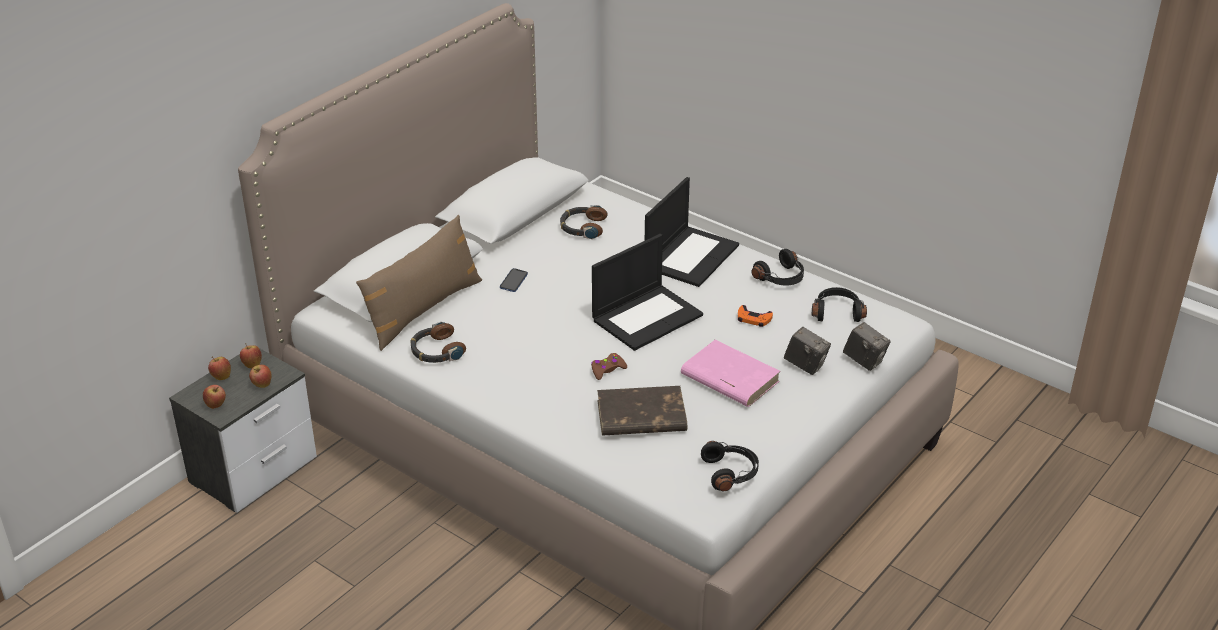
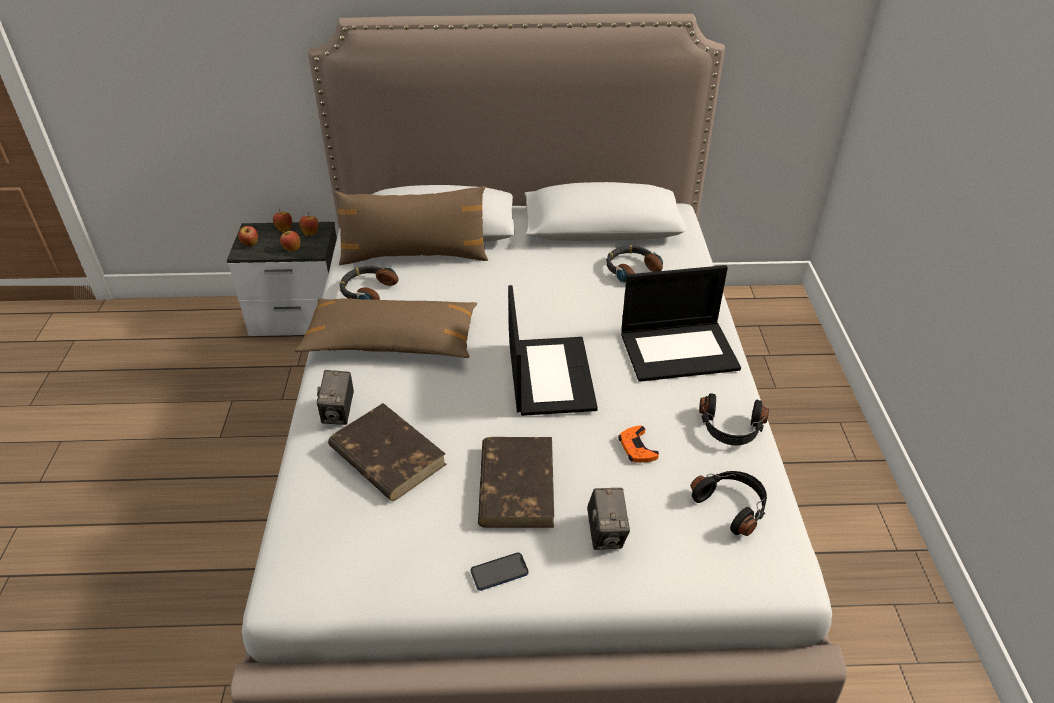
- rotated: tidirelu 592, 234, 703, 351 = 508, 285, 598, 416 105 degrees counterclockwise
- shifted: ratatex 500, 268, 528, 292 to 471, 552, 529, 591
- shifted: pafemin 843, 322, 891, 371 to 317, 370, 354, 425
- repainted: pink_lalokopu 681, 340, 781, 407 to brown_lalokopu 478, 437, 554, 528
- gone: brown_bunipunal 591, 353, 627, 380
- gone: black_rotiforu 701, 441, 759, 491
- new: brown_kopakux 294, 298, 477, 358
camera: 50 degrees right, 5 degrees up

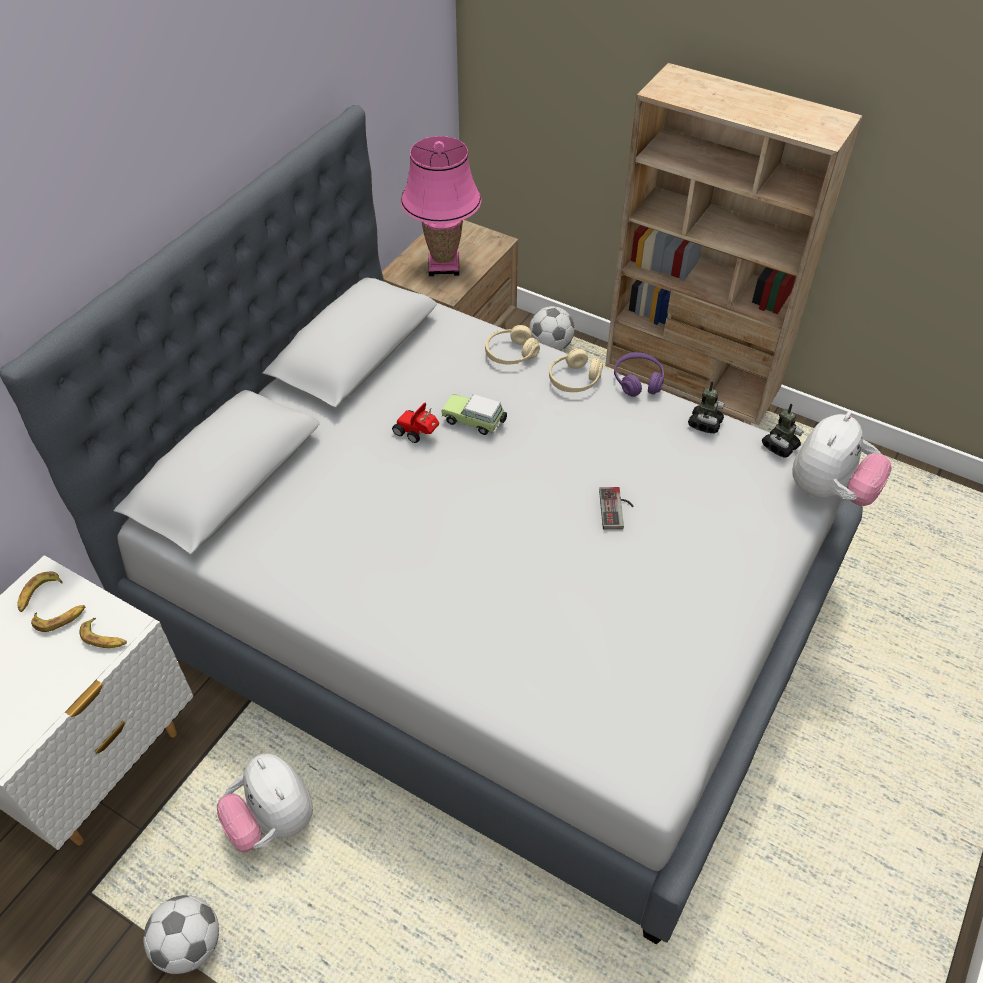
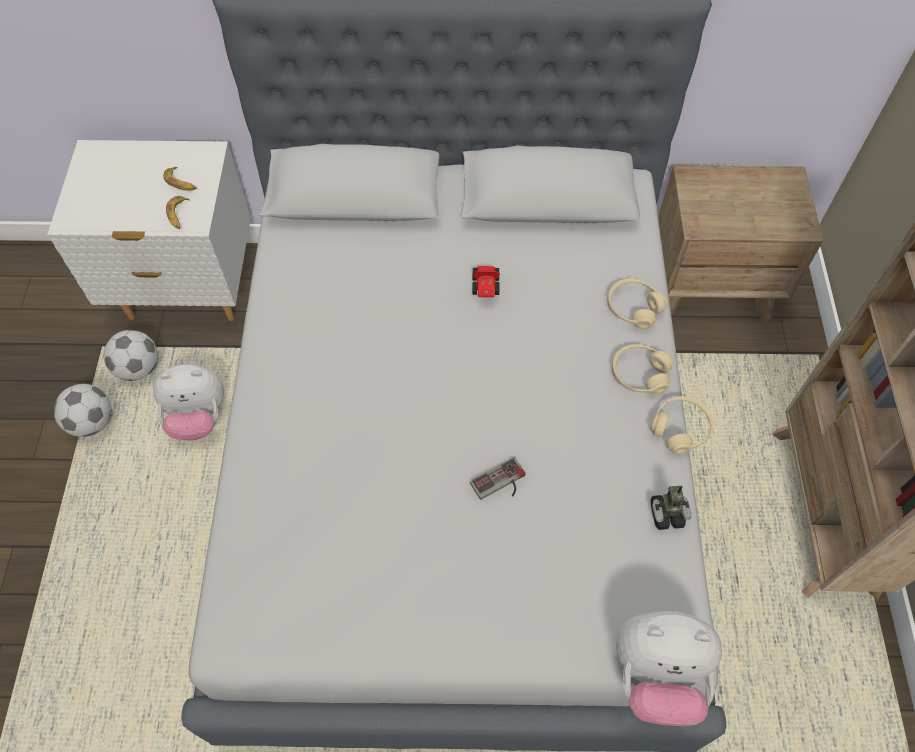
- gone: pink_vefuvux 401, 136, 482, 276
- shifted: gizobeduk 529, 306, 575, 351 to 103, 330, 158, 381
- repainted: purple_rotiforu 614, 352, 664, 397 to beige_rotiforu 650, 396, 714, 454
- gone: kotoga 441, 394, 507, 435
- gone: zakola 762, 404, 804, 458
- gone: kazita 17, 572, 62, 612
- rotated: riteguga 217, 754, 313, 852 = 153, 364, 224, 440 120 degrees counterclockwise
camera: 60 degrees right, 10 degrees up

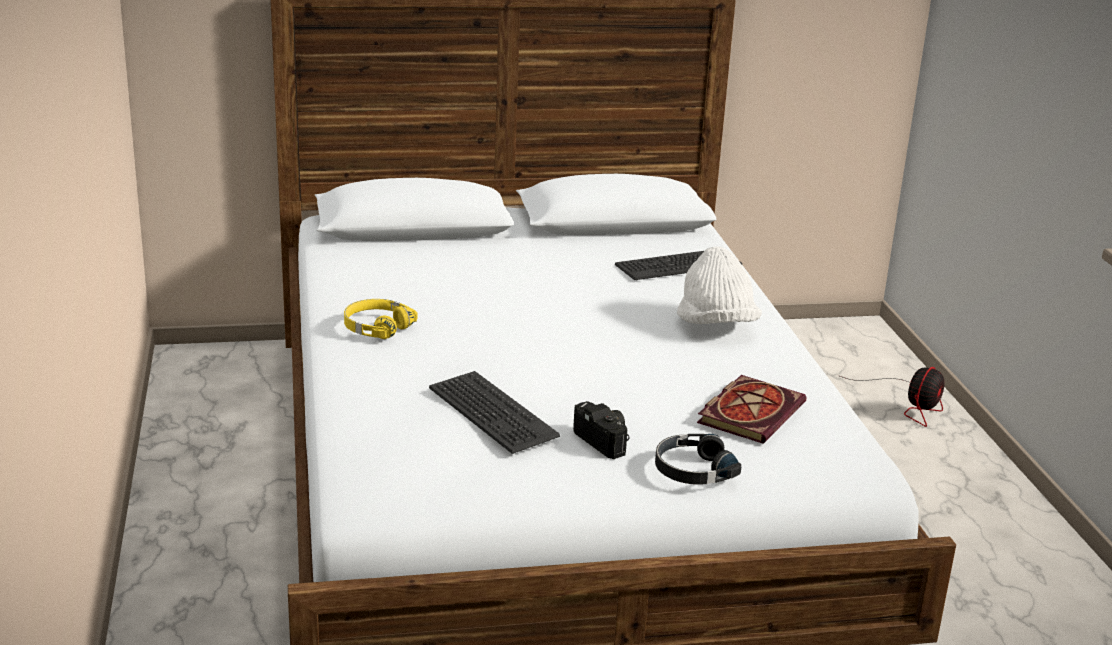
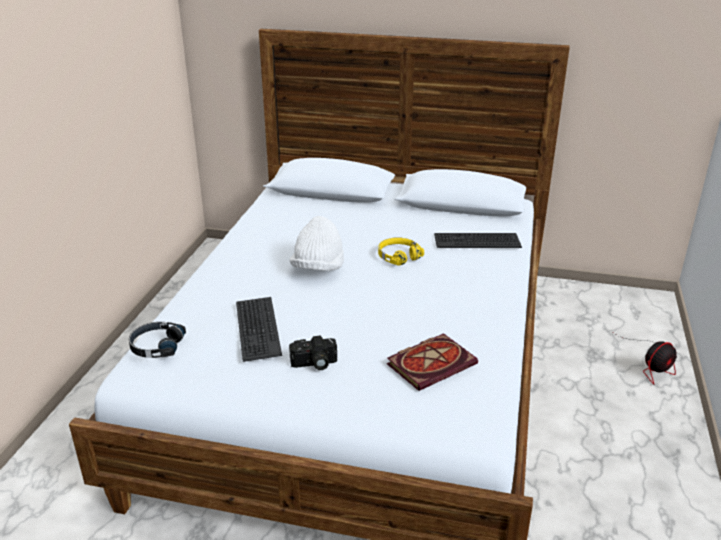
- shifted: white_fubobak 677, 246, 762, 324 to 290, 216, 344, 271
- shifted: yellow_rotiforu 344, 299, 418, 339 to 378, 237, 424, 266
- rotated: pafemin 573, 401, 630, 459 = 289, 336, 337, 370 90 degrees clockwise
- shifted: black_rotiforu 655, 434, 741, 485 to 129, 322, 186, 358
camera: 25 degrees right, 5 degrees up

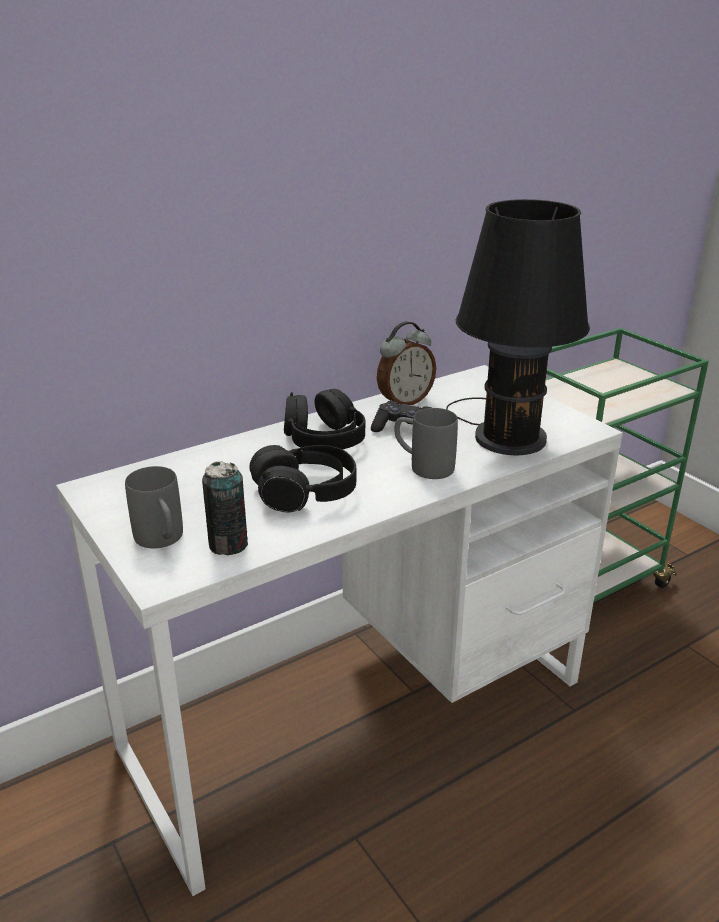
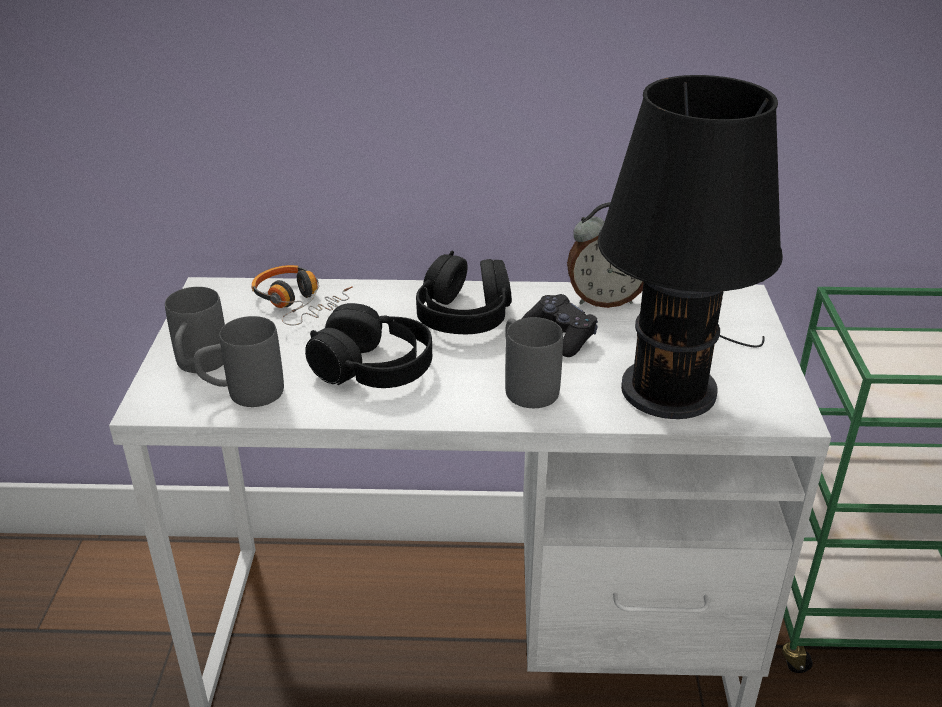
- swapped: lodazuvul 202, 461, 248, 555 to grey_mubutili 194, 316, 284, 407
- new: rotiforu 252, 265, 353, 325
camera: 35 degrees right, 5 degrees up

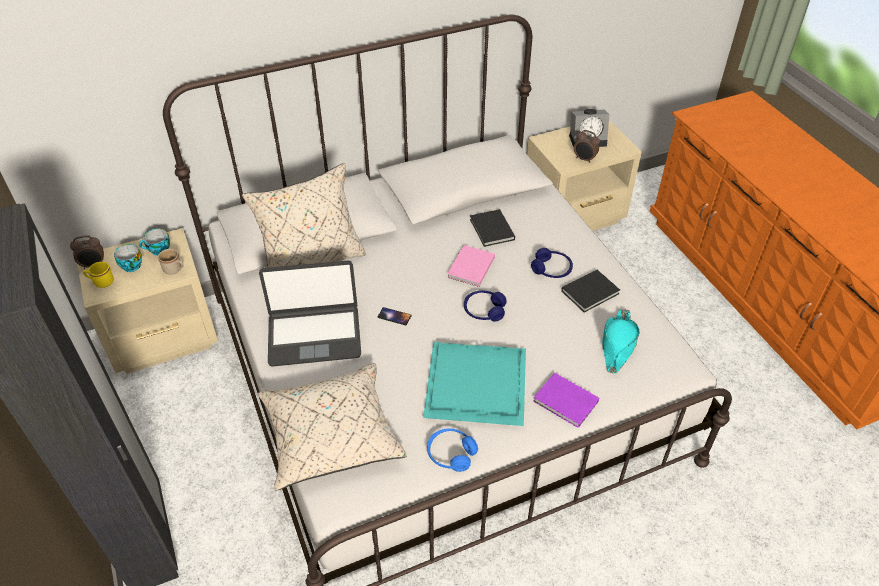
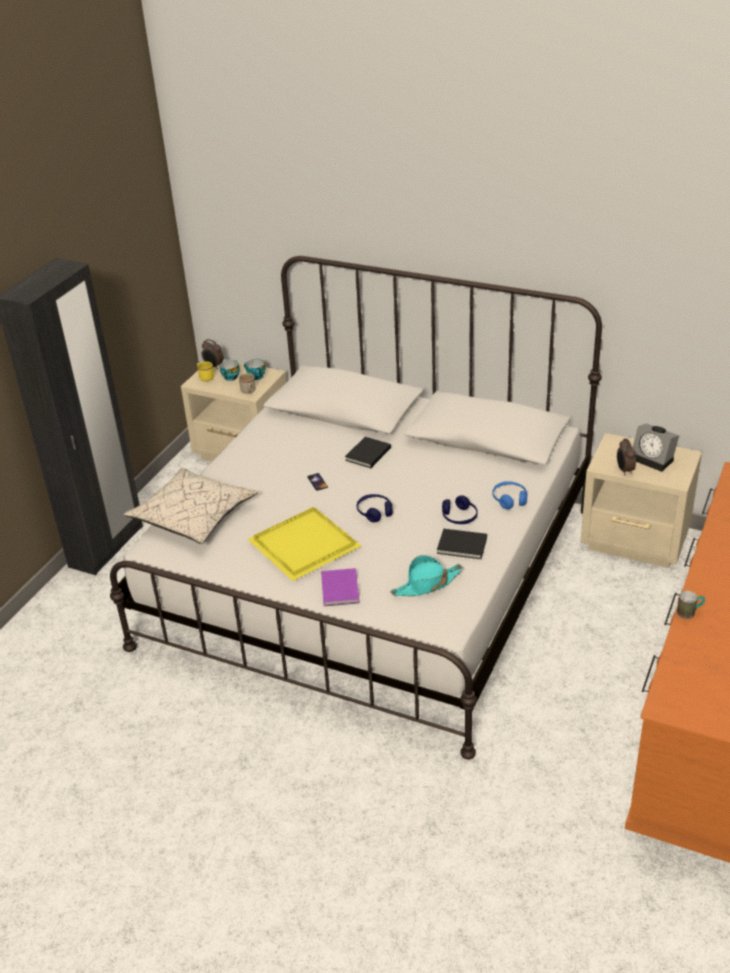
- gone: beige_kopakux 242, 163, 366, 268
- shifted: black_lalokopu 470, 209, 515, 247 to 345, 437, 391, 468
- gone: pink_lalokopu 447, 245, 495, 287
- gone: tidirelu 259, 261, 361, 367
- repainted: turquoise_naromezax 423, 342, 526, 426 to yellow_naromezax 247, 507, 361, 581
- shifted: blue_rotiforu 427, 429, 478, 472 to 492, 481, 527, 509
- new: mubutili 677, 591, 705, 619
camera: 50 degrees right, 10 degrees down

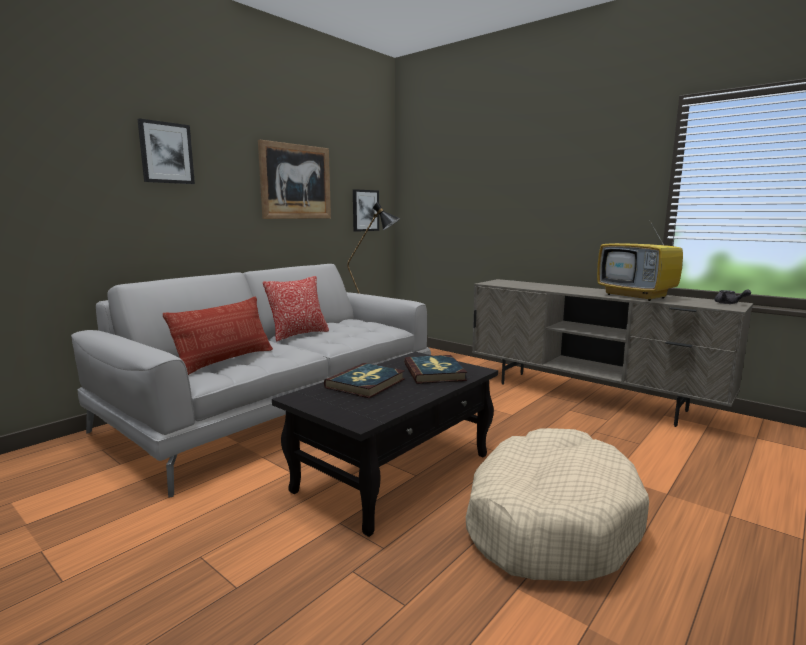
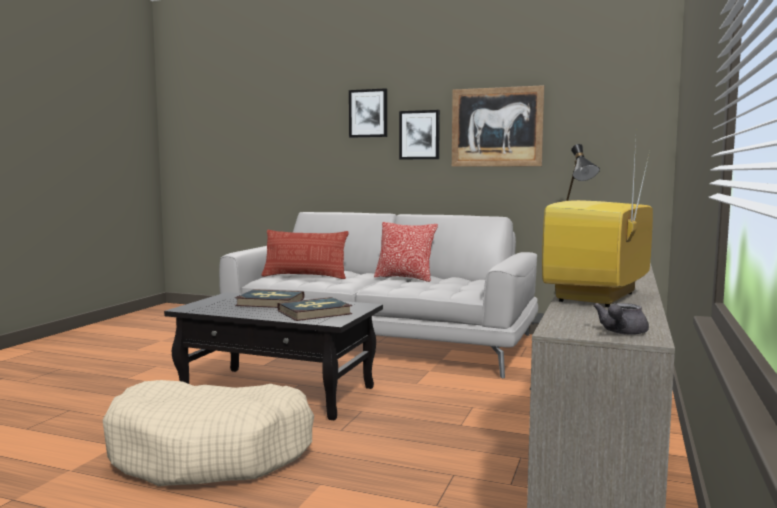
- shifted: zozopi 353, 189, 379, 232 to 399, 110, 440, 160
camera: 70 degrees right, 5 degrees down

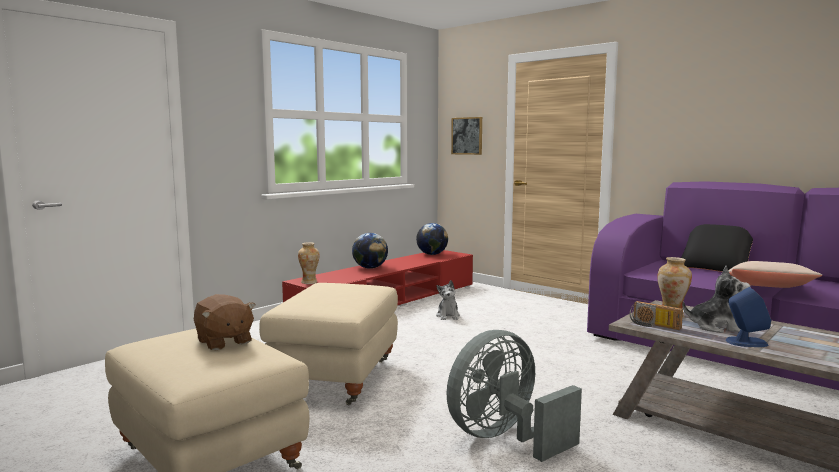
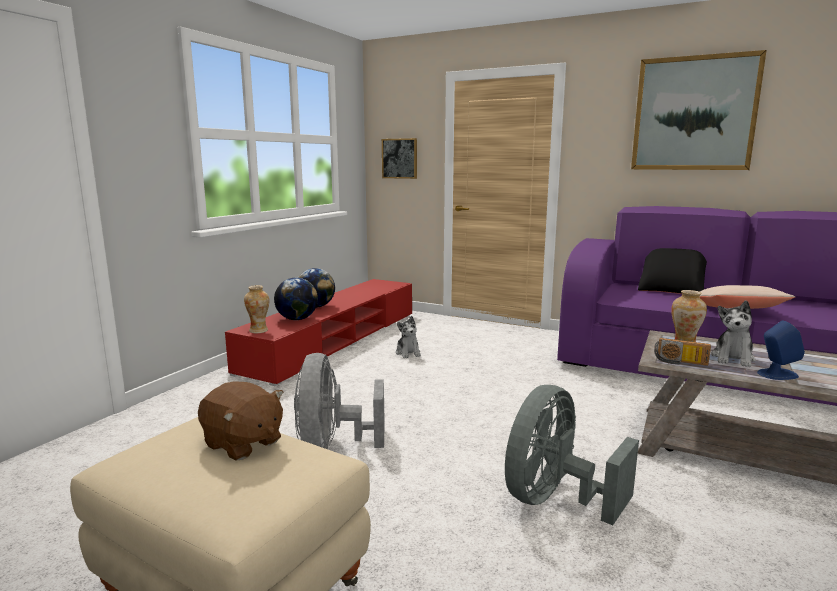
- shifted: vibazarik 416, 223, 448, 255 to 274, 278, 318, 320
- rotated: riteguga 682, 266, 750, 333 = 711, 300, 756, 367 120 degrees clockwise
- swapped: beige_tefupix 259, 283, 398, 405 to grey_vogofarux 294, 353, 385, 449
- new: zozopi 631, 50, 767, 170
camera: 15 degrees left, 5 degrees up

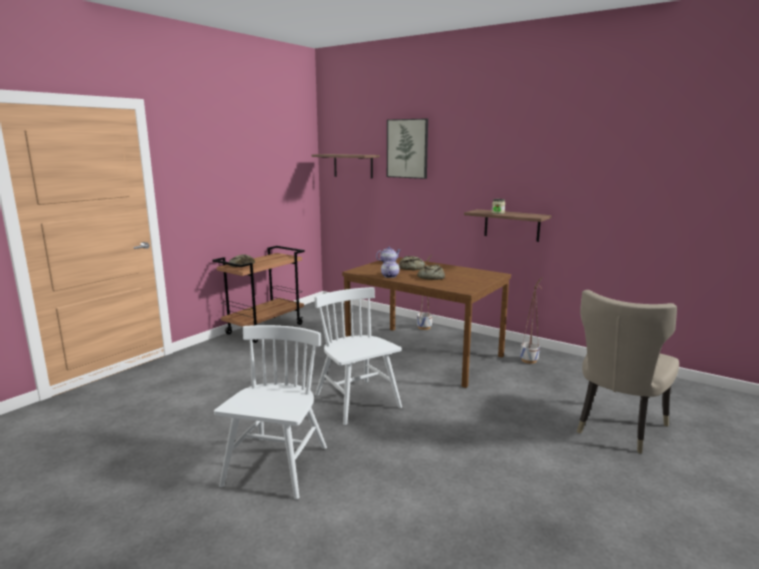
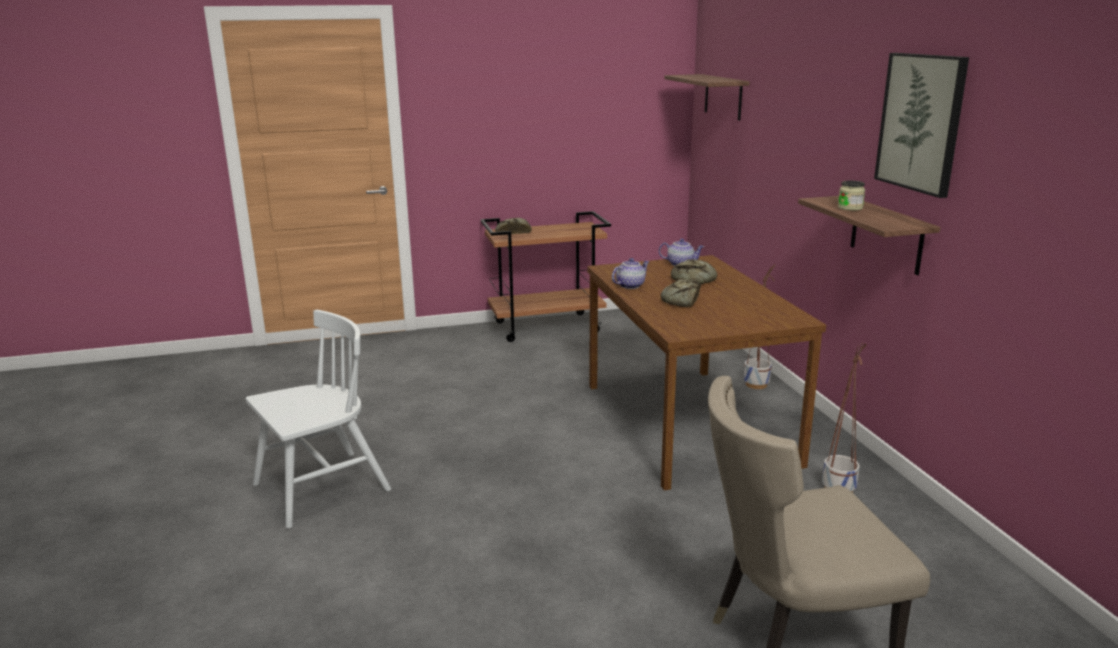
- shifted: zozopi 387, 118, 428, 179 to 874, 53, 969, 198
- gone: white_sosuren 315, 287, 402, 425
camera: 40 degrees right, 5 degrees up

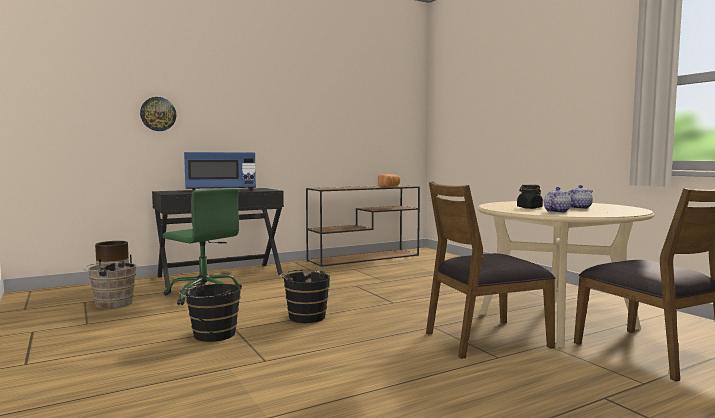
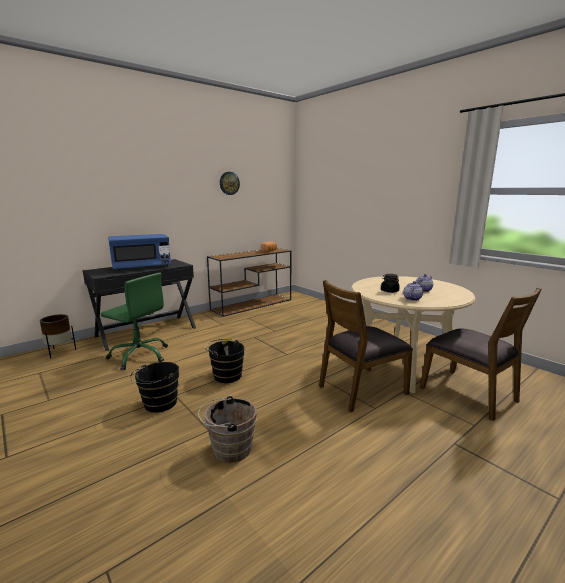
- shifted: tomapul 140, 97, 176, 131 to 220, 172, 240, 195
- shifted: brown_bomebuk 83, 260, 136, 309 to 198, 396, 257, 463
camera: 10 degrees left, 10 degrees up

